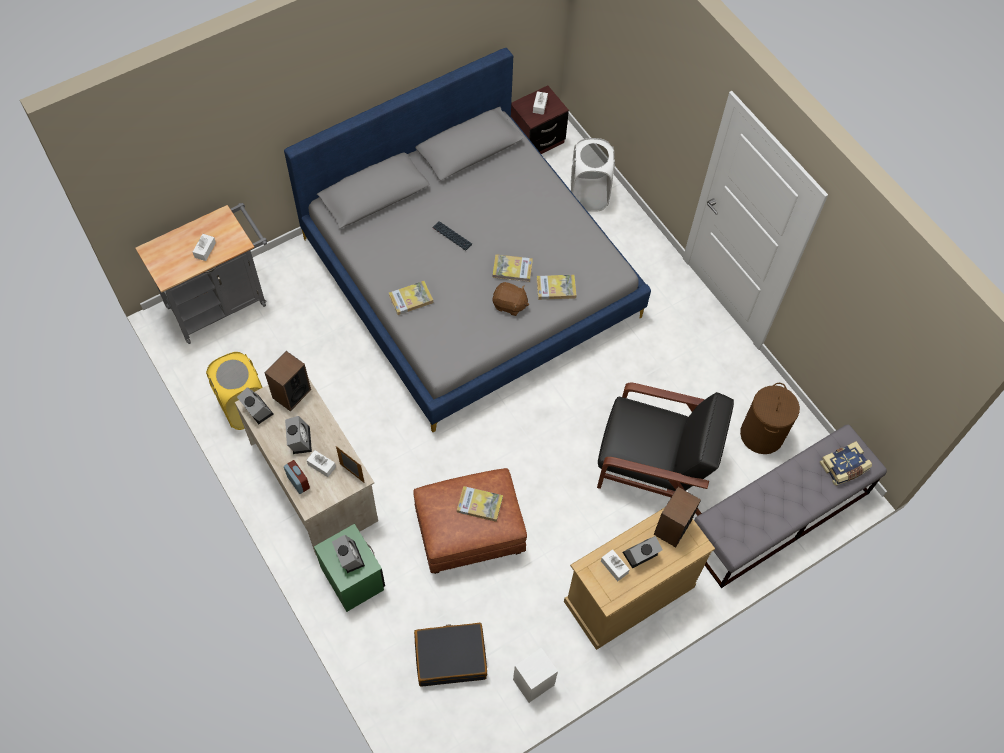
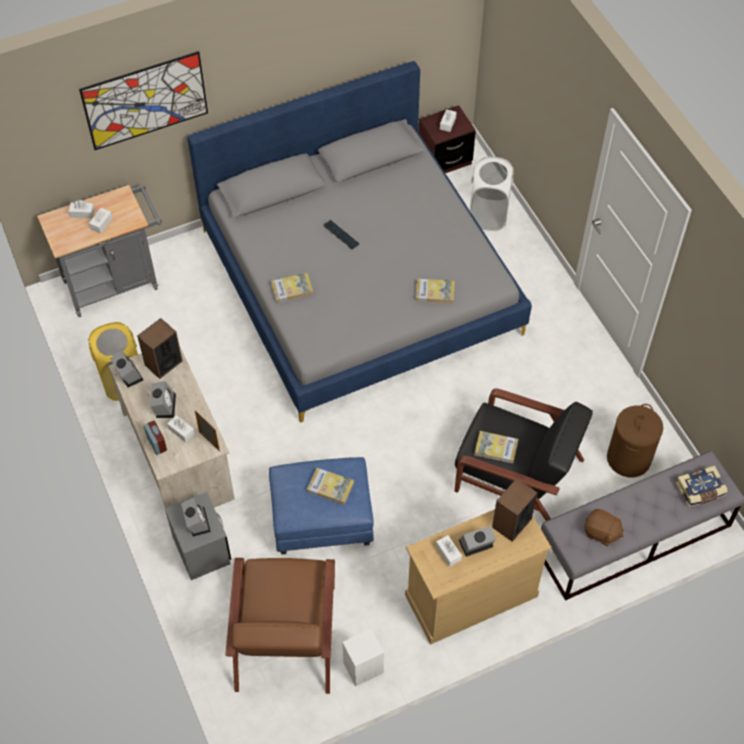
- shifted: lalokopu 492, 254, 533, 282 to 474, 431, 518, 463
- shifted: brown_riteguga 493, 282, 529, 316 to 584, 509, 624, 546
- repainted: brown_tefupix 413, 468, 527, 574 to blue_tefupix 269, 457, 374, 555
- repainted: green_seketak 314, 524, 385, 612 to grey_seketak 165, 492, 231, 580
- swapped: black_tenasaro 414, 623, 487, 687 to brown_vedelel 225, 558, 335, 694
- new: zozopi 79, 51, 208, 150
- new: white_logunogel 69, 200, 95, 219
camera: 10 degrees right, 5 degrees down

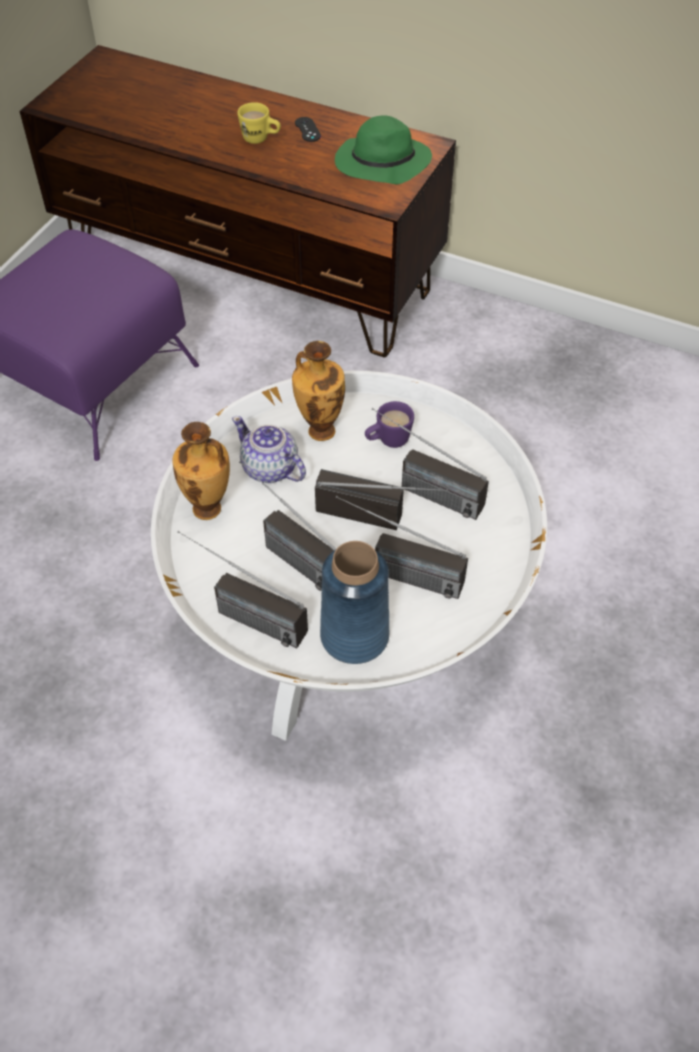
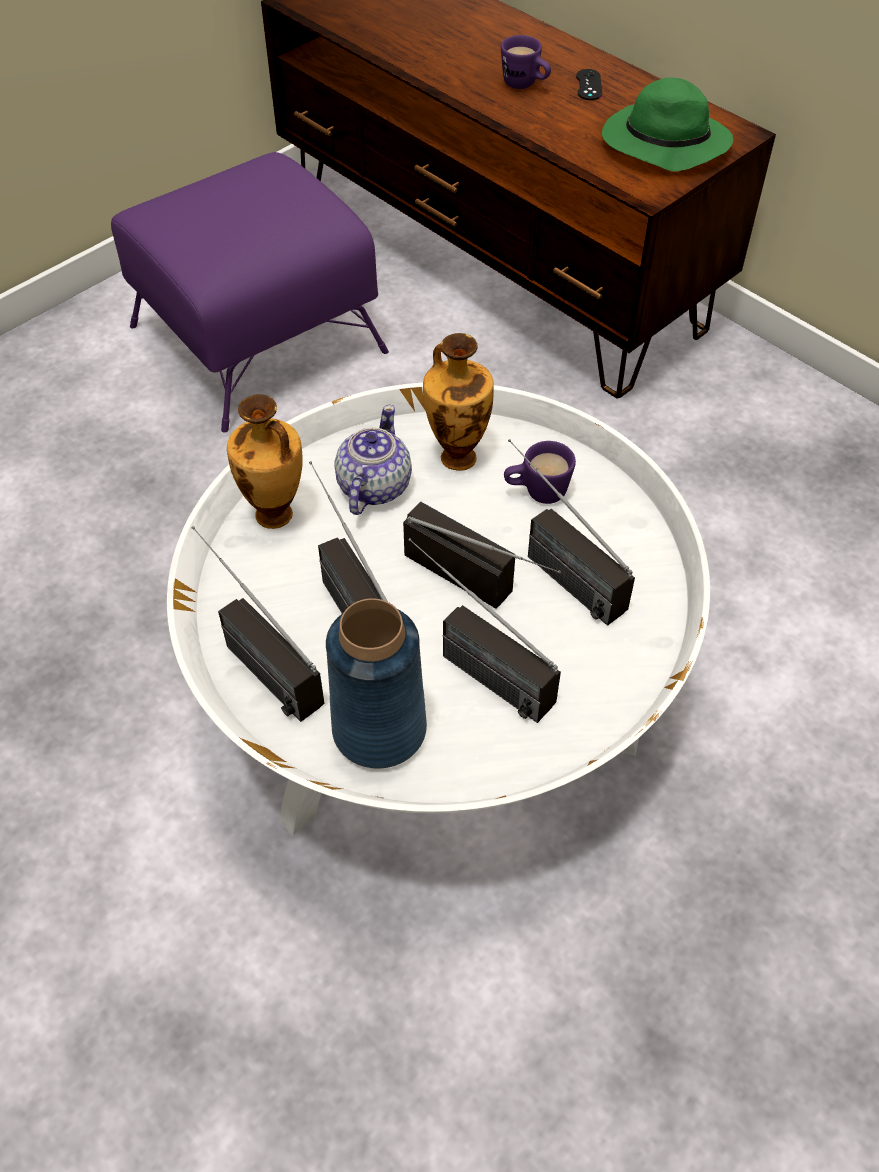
- repainted: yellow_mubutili 237, 102, 281, 144 to purple_mubutili 501, 35, 551, 89
- rotated: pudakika 232, 416, 306, 483 = 334, 405, 412, 515 45 degrees clockwise
camera: 20 degrees right, 0 degrees up

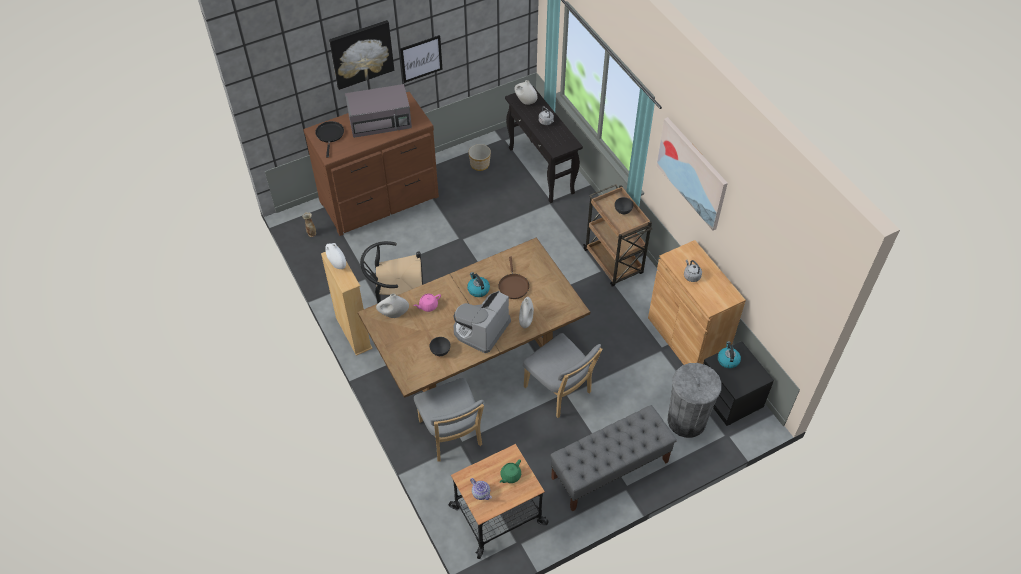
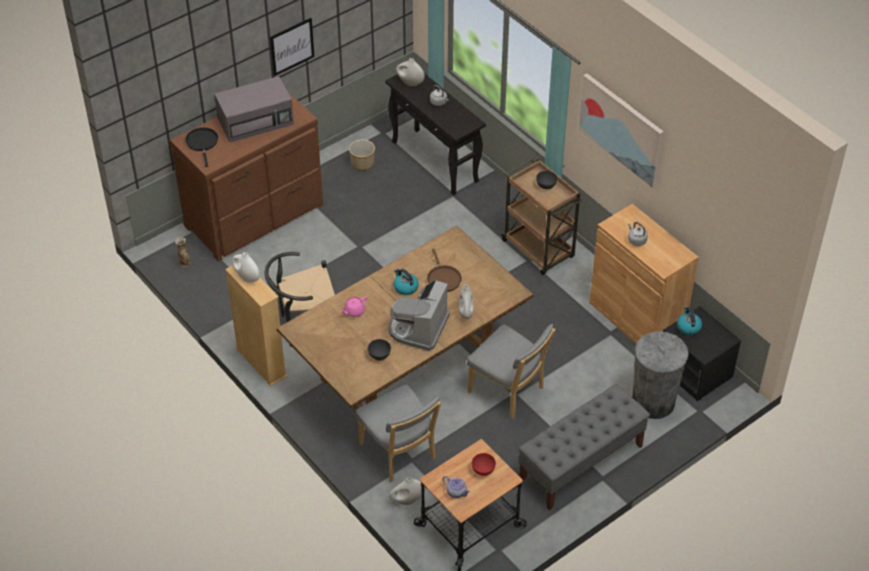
- gone: zozopi 329, 20, 394, 90
- shifted: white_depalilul 376, 294, 409, 318 to 389, 477, 426, 505
- swapped: green_pudakika 500, 459, 521, 483 to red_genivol 472, 453, 496, 476
camera: 10 degrees left, 5 degrees down

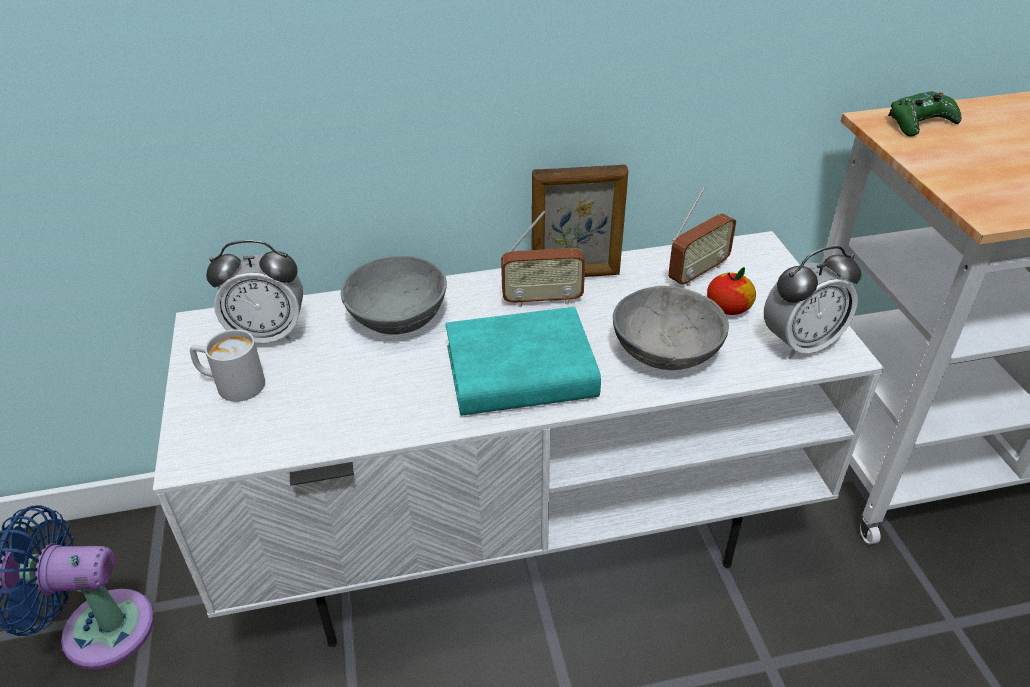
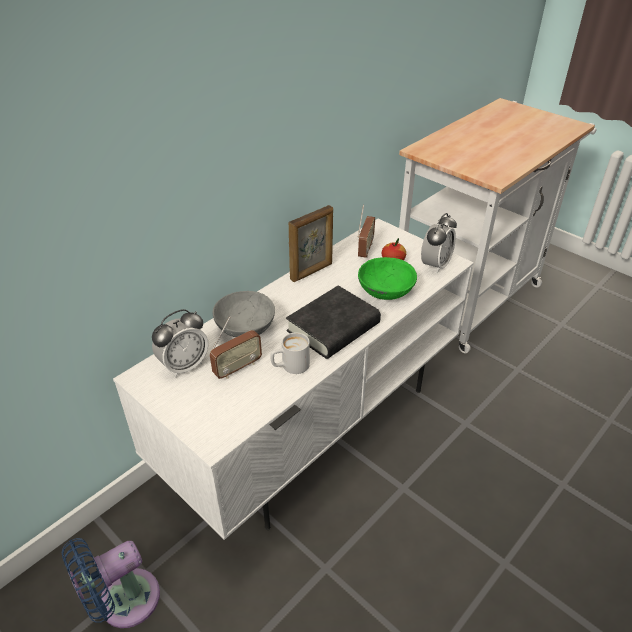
- gone: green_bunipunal 888, 91, 961, 137
- shifted: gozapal 501, 211, 585, 307 to 210, 316, 262, 379
- repainted: grey_genivol 613, 286, 729, 370 to green_genivol 358, 257, 417, 300
- repainted: turquoise_lalokopu 445, 307, 601, 416 to black_lalokopu 286, 285, 381, 359
- shifted: white_mubutili 190, 329, 265, 402 to 271, 332, 310, 374
camera: 35 degrees left, 0 degrees up

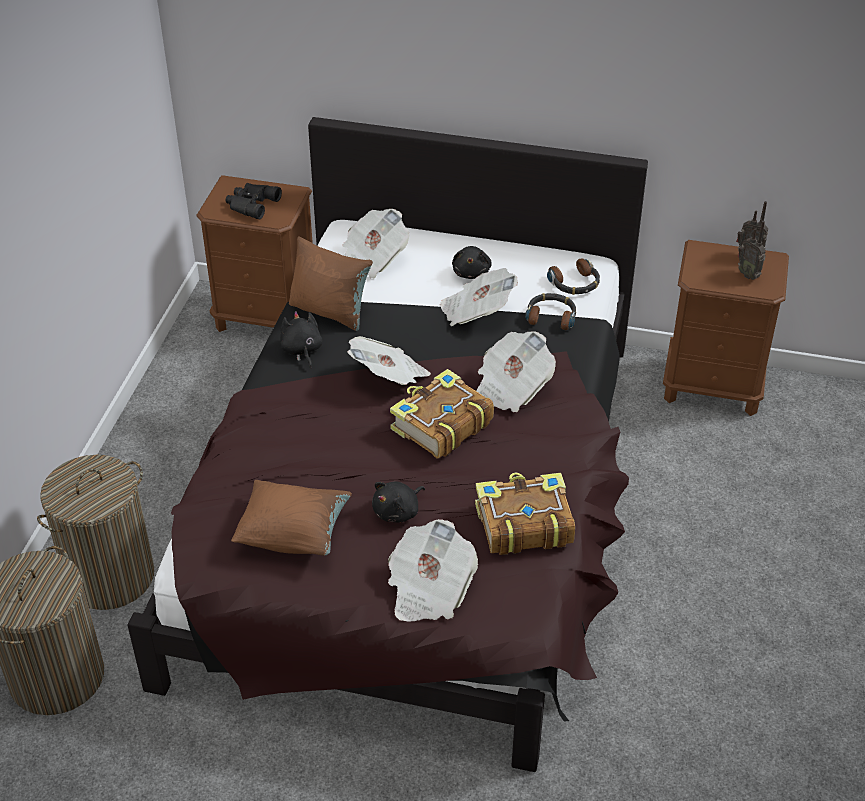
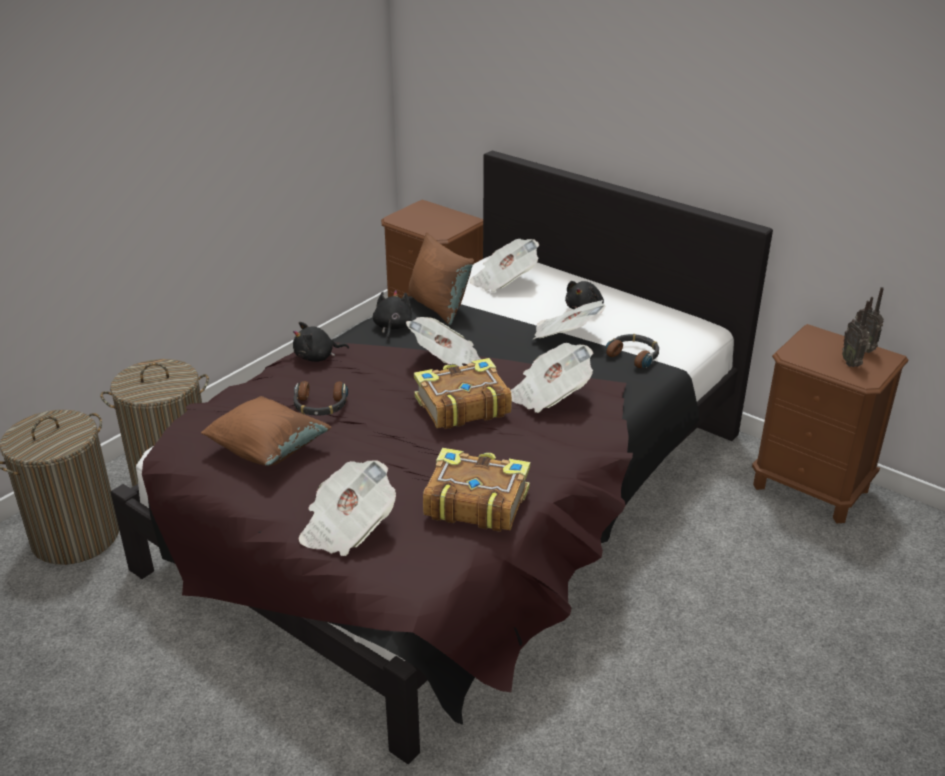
- gone: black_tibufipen 225, 183, 282, 219
- shifted: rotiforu 547, 258, 600, 295 to 293, 381, 348, 416
- shifted: black_riteguga 372, 481, 425, 522 to 293, 322, 349, 362
camera: 25 degrees right, 10 degrees down

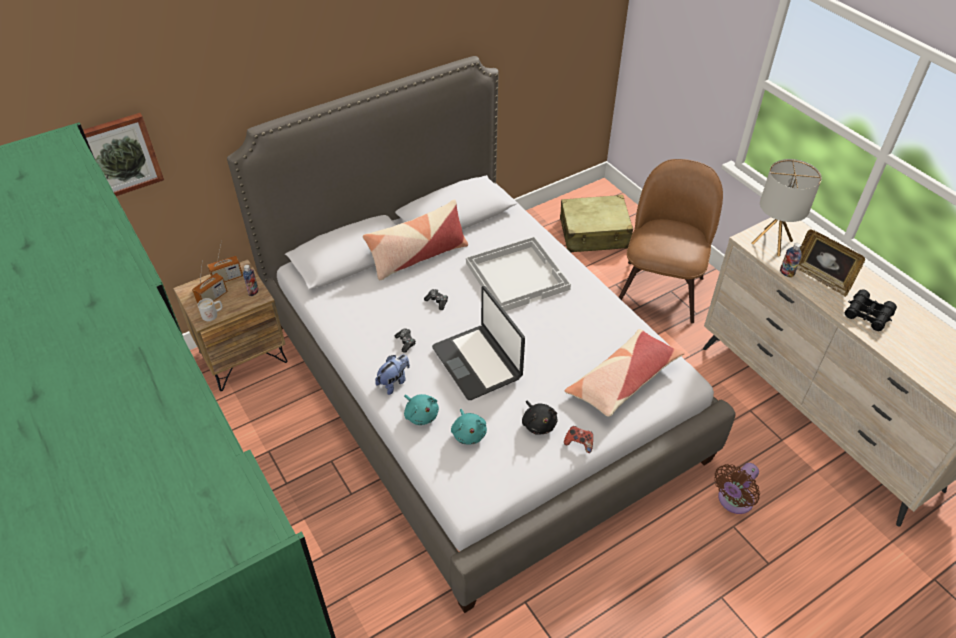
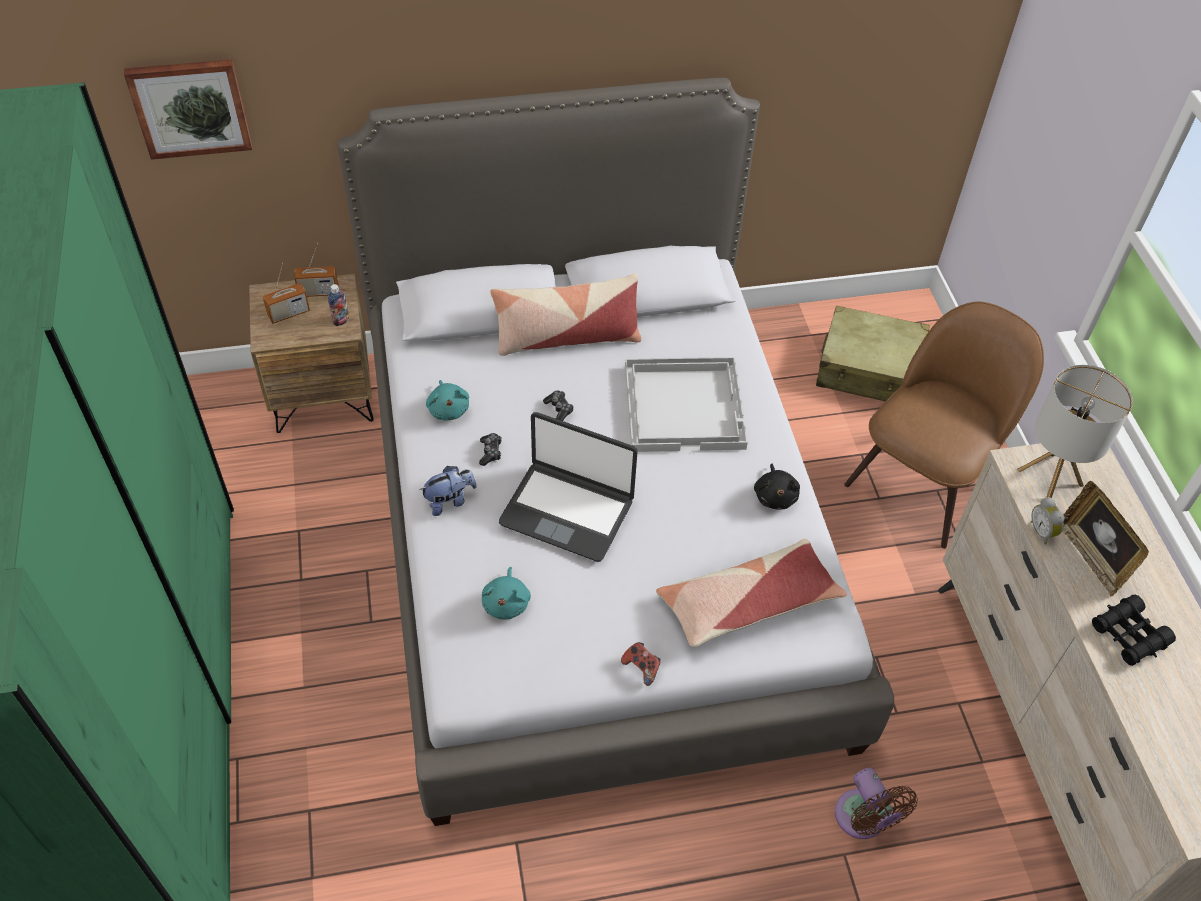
- swapped: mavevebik 780, 243, 802, 278 to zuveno 1031, 497, 1064, 545
- rotated: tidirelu 432, 286, 525, 400 = 499, 412, 637, 562 60 degrees counterclockwise
- gone: white_mubutili 198, 298, 223, 321
- shifted: turquoise_riteguga 404, 394, 439, 425 to 426, 380, 469, 420
- shifted: black_riteguga 522, 400, 558, 434 to 754, 464, 800, 510
- rotated: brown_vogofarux 714, 463, 760, 514 = 835, 768, 918, 839 90 degrees counterclockwise
camera: 20 degrees right, 5 degrees up

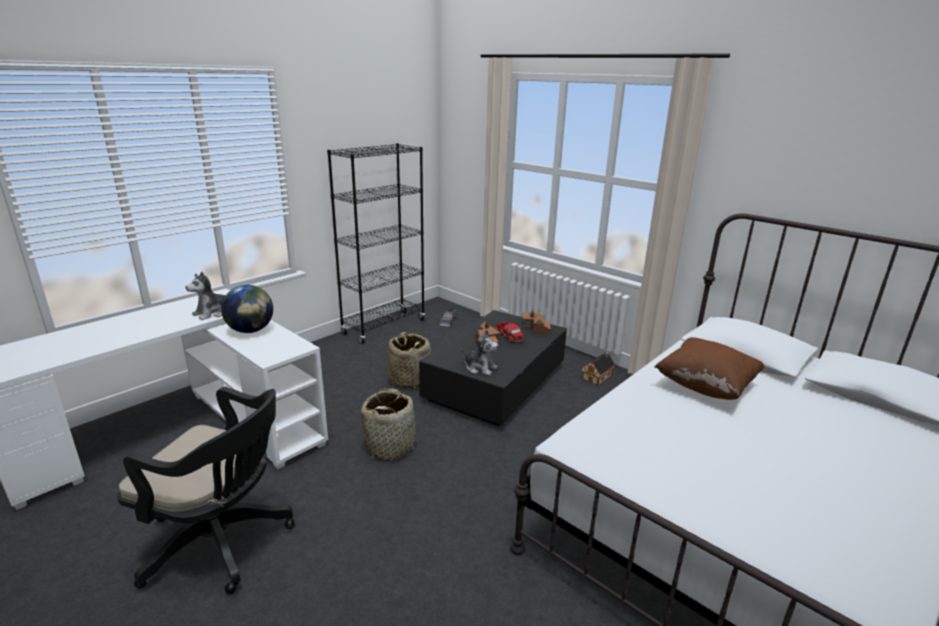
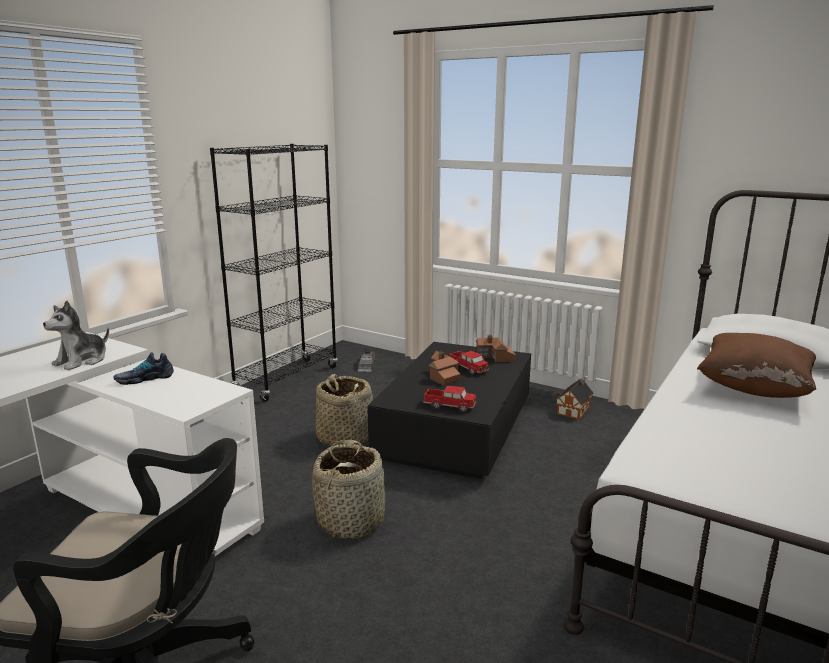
- swapped: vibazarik 221, 285, 273, 333 to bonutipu 113, 352, 174, 385
- swapped: riteguga 461, 329, 498, 376 to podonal 423, 386, 476, 412
camera: 10 degrees left, 5 degrees down

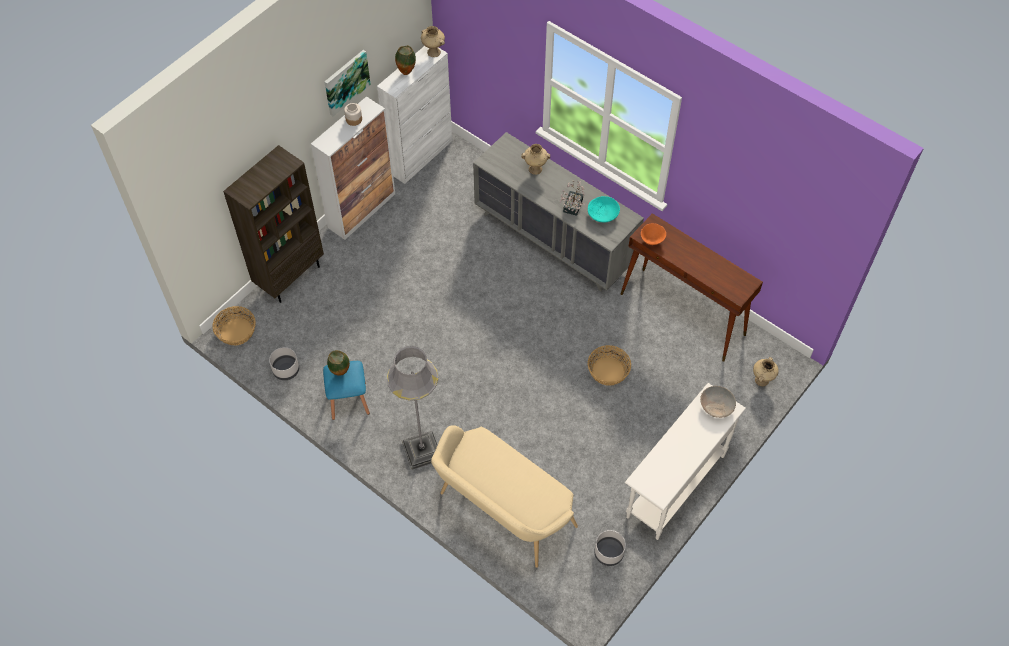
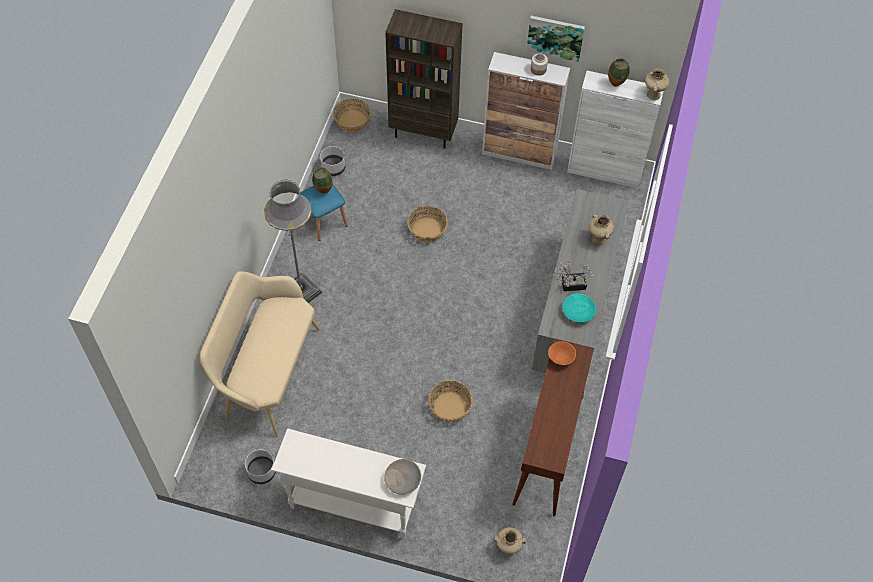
- new: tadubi 407, 206, 448, 242
camera: 65 degrees right, 0 degrees up

